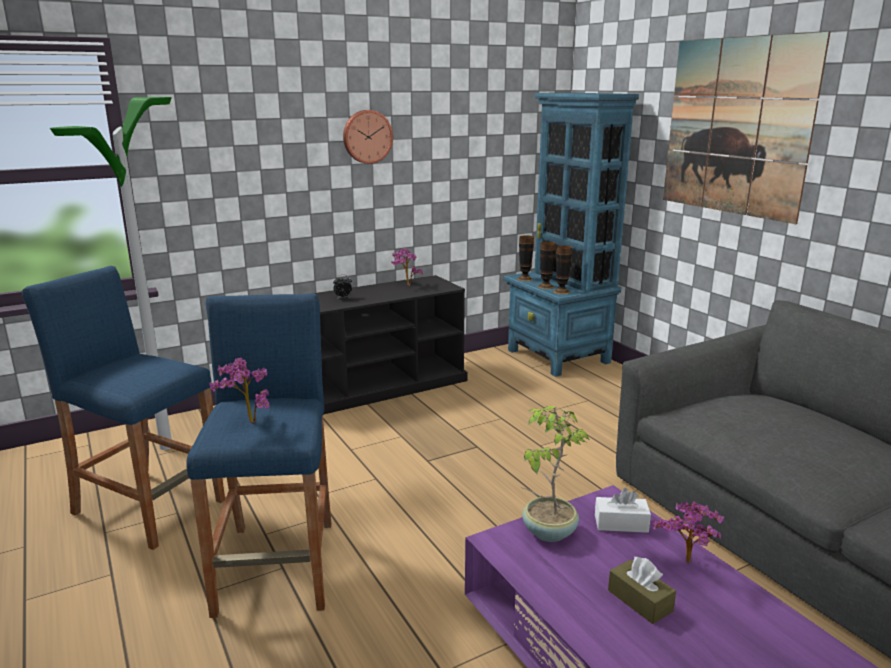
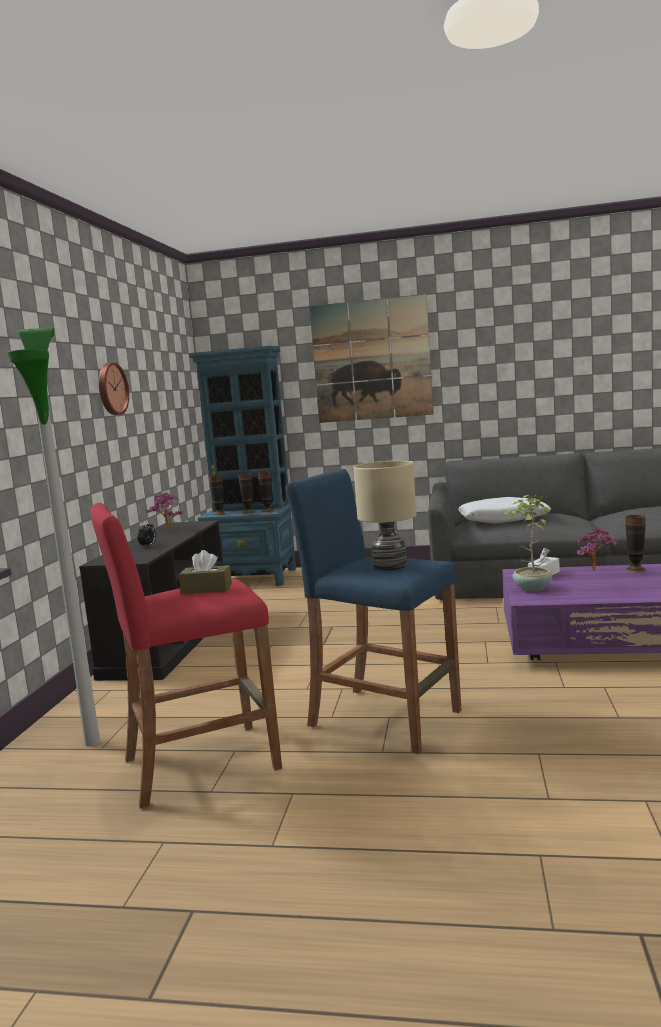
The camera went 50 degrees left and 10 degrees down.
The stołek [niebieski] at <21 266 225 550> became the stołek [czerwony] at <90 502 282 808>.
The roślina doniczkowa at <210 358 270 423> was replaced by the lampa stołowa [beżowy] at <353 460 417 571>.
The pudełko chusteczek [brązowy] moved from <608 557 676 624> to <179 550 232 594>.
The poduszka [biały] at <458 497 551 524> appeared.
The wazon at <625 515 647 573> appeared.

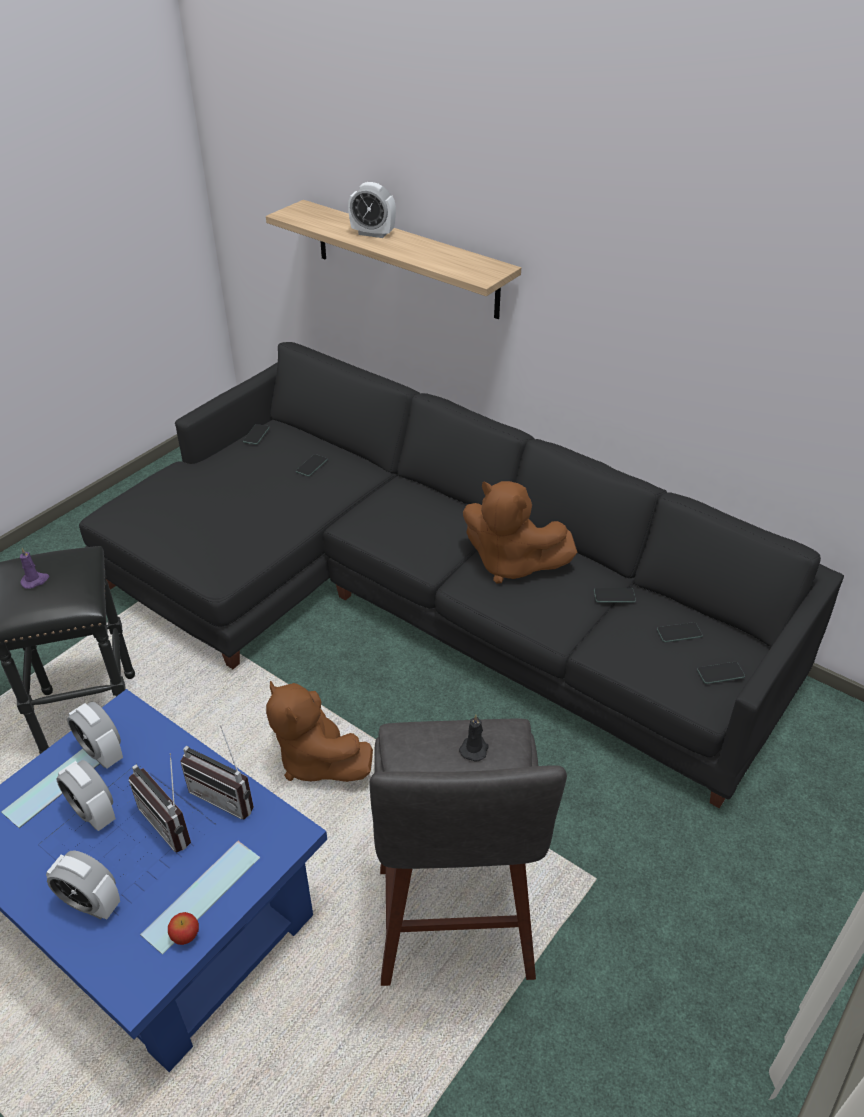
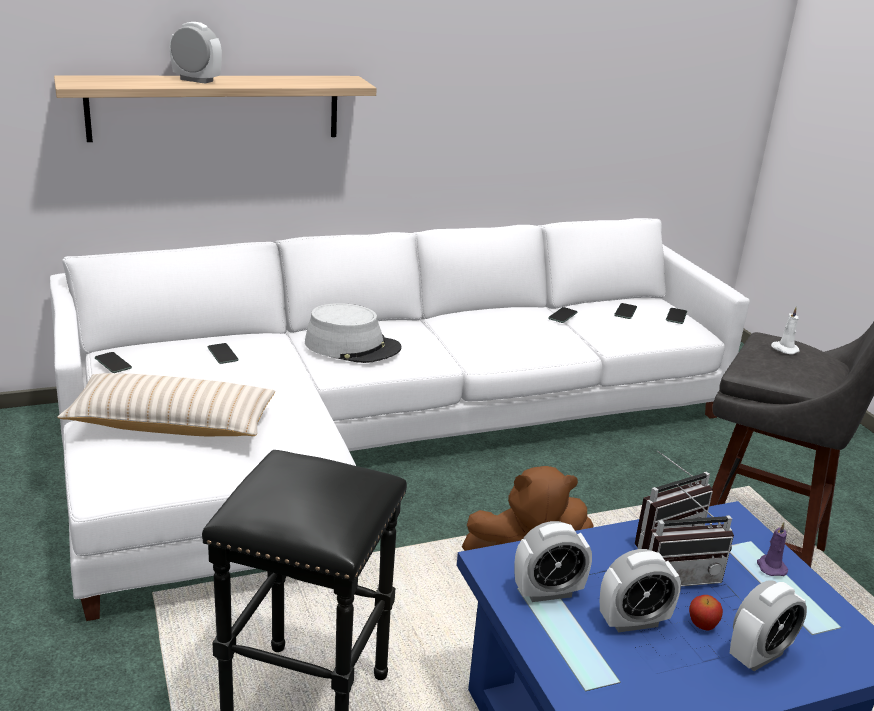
The camera went 60 degrees left and 15 degrees down.
The świeca [fioletowy] moved from <20 548 49 589> to <757 522 789 576>.
The kanapa [czarny] at <79 342 844 808> became the kanapa [biały] at <50 218 750 621>.
The jabłko moved from <168 912 199 945> to <689 595 723 631>.
The budzik at <348 182 396 238> turned 120 degrees counterclockwise.
The świeca [czarny] at <459 715 488 762> became the świeca [biały] at <771 307 799 354>.
The pluszak [brązowy] at <463 481 577 584> disappeared.
The poduszka [beżowy] at <57 373 275 436> appeared.
The kapelusz [szary] at <305 303 401 363> appeared.

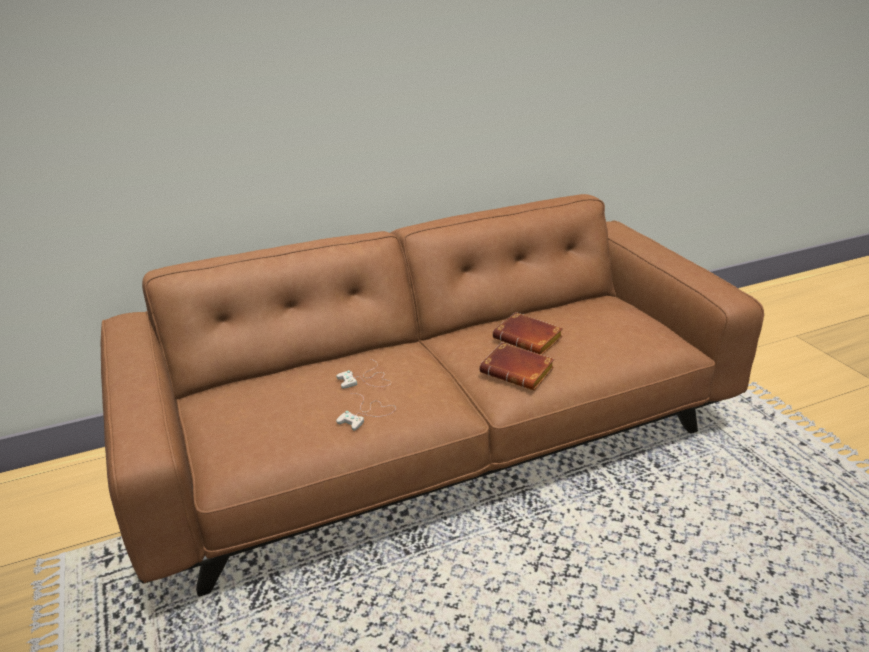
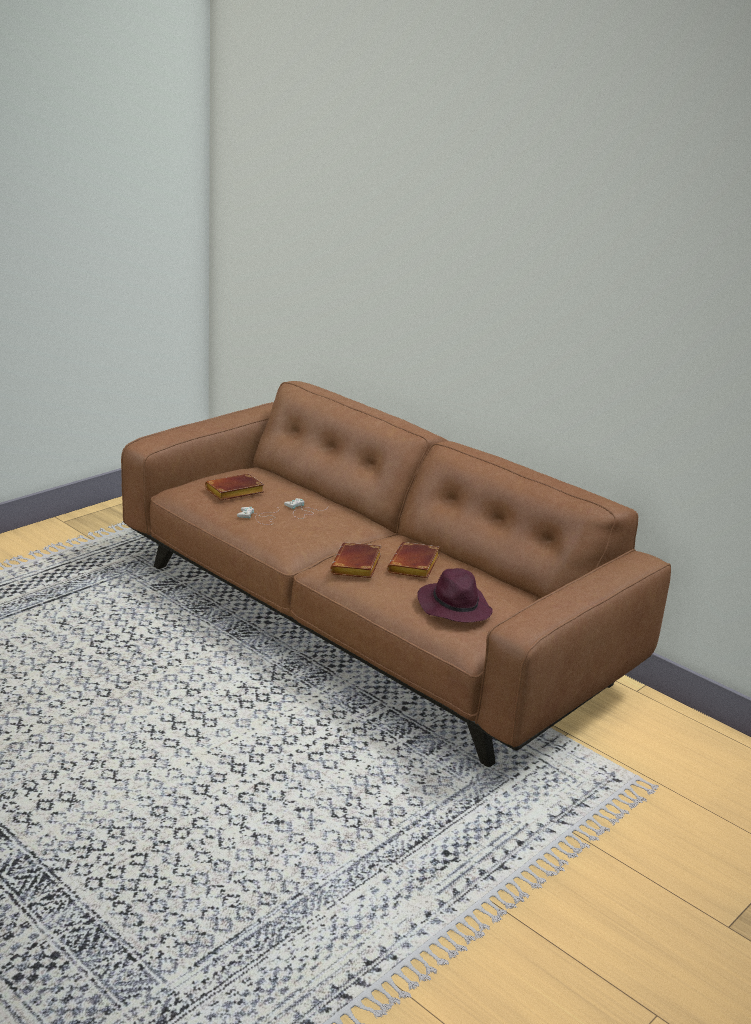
The camera went 65 degrees right and 5 degrees down.
The książka [brązowy] at <205 474 264 500> appeared.
The kapelusz [fioletowy] at <417 568 493 622> appeared.

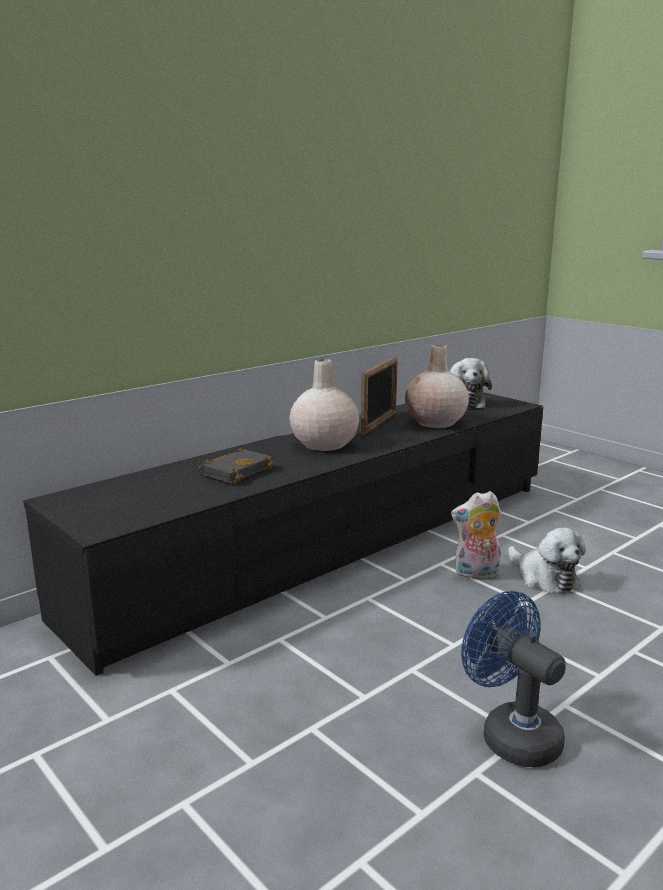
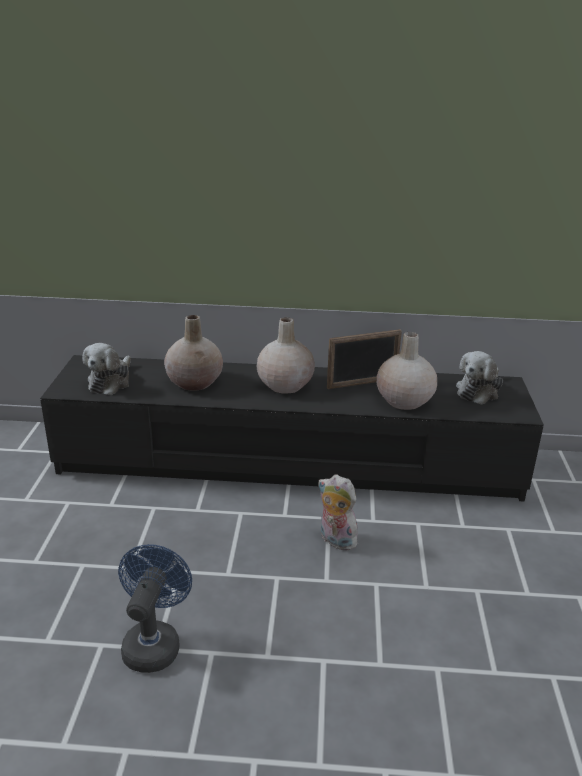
The camera went 45 degrees right and 10 degrees up.
The książka [czarny] at <199 448 276 484> was replaced by the wazon [beżowy] at <164 315 223 390>.
The pluszak moved from <508 528 586 594> to <83 343 131 395>.

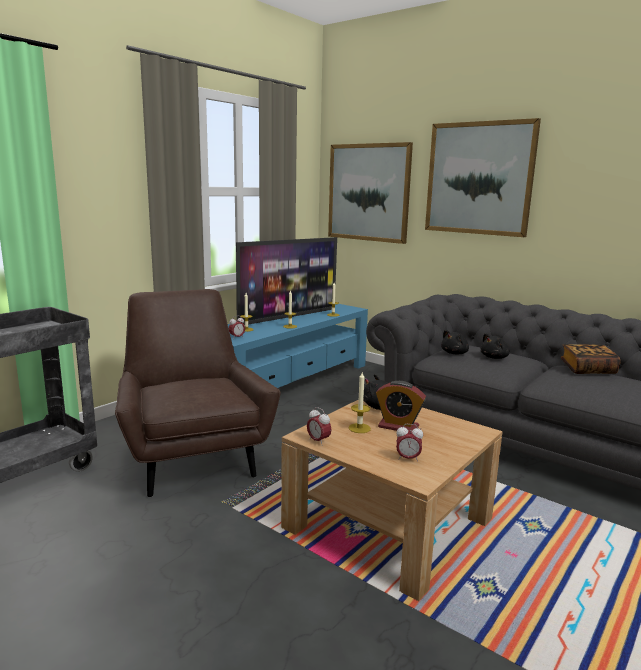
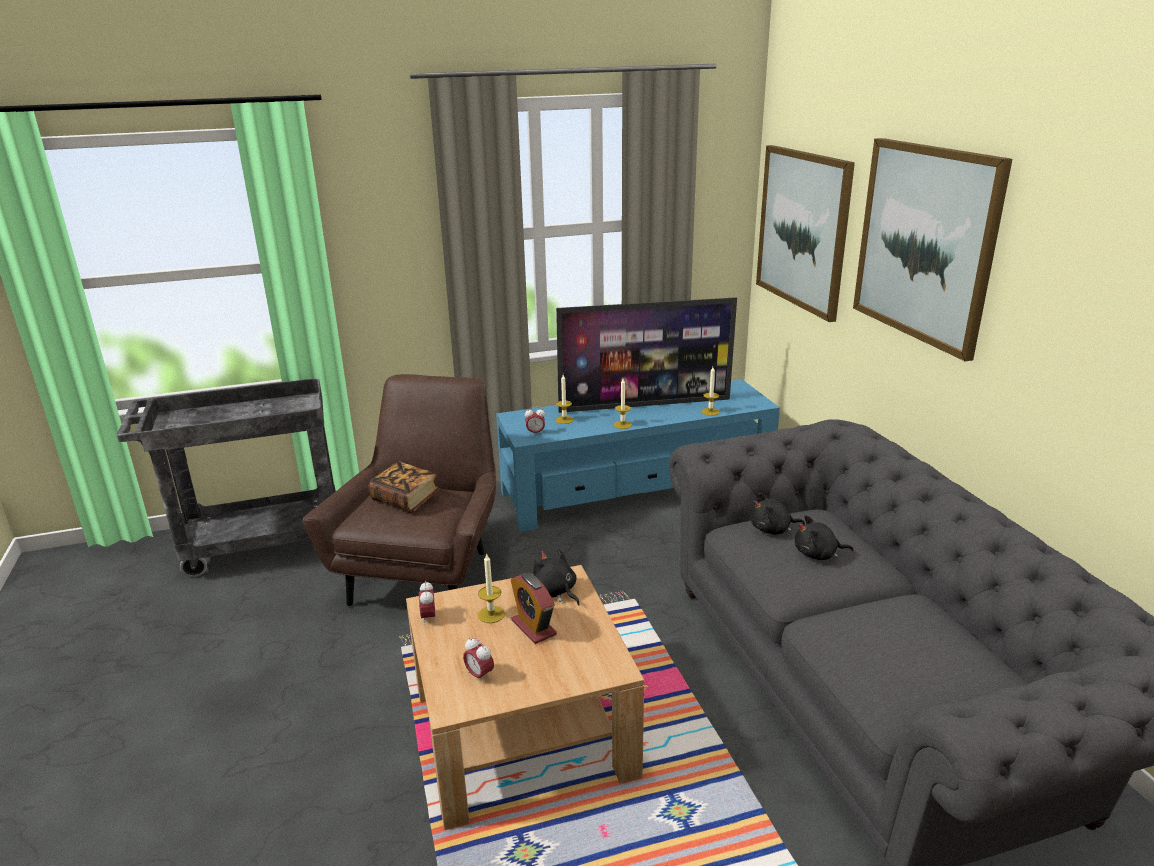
The camera went 35 degrees right and 10 degrees up.
The książka moved from <561 344 621 374> to <368 461 440 513>.

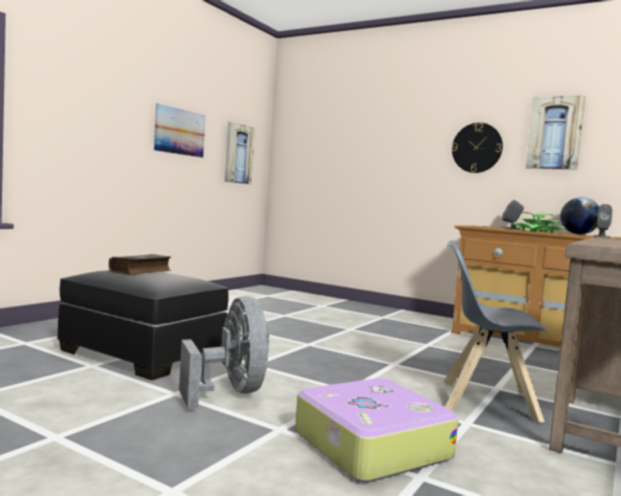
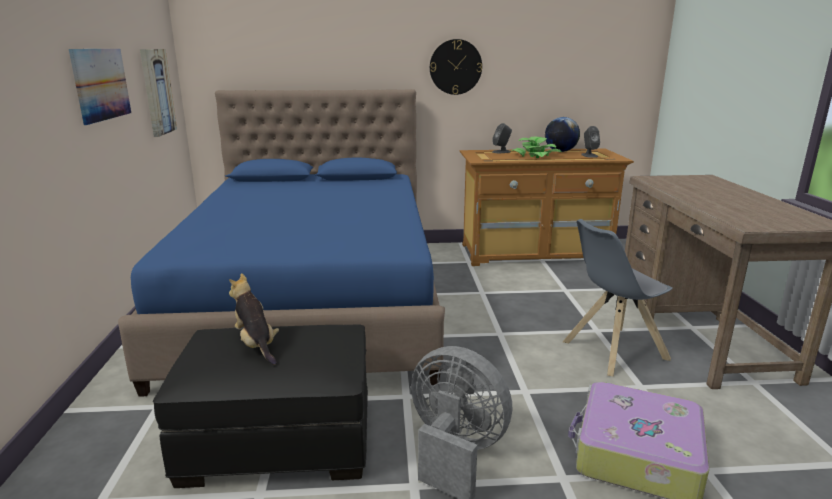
The camera went 35 degrees left and 15 degrees up.
The książka at <109 254 171 275> was replaced by the pluszak at <229 273 279 365>.
The obraz at <526 95 585 170> disappeared.
The łóżko [niebieski] at <118 89 445 397> appeared.

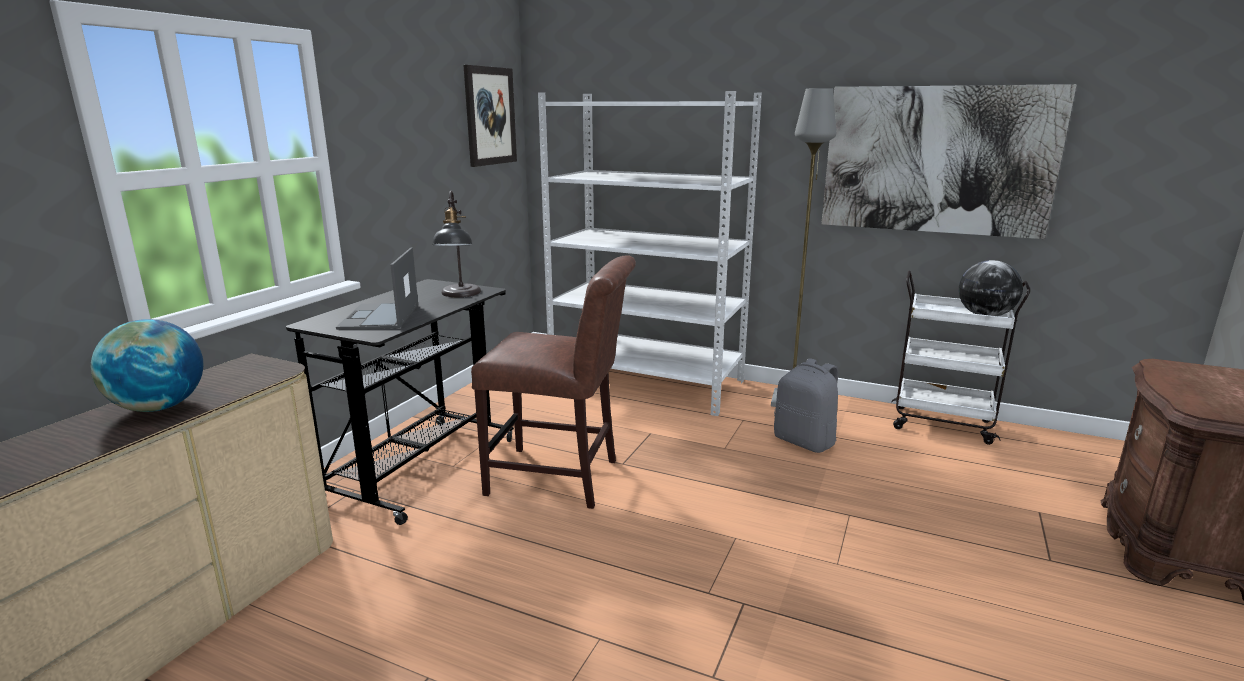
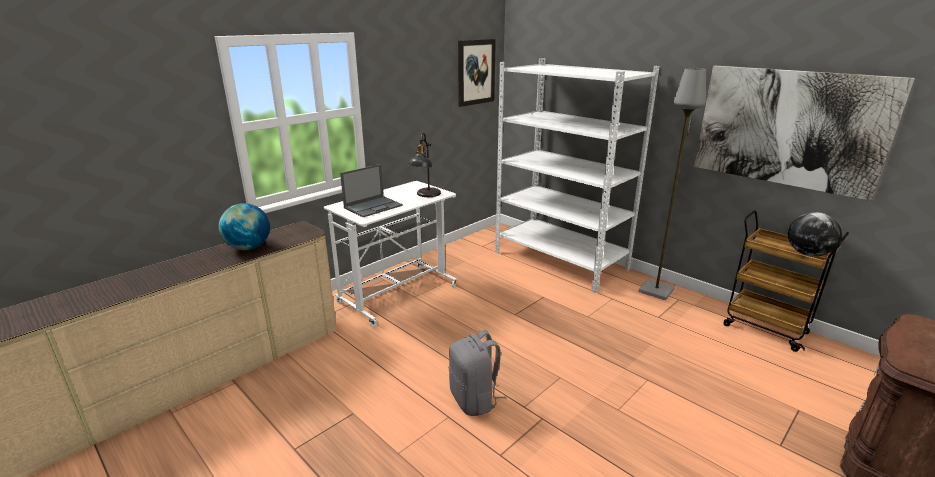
The camera went 20 degrees right and 5 degrees up.
The biurko [czarny] at <286 279 514 525> became the biurko [biały] at <324 181 457 327>.
The laptop at <336 247 418 330> turned 150 degrees counterclockwise.
The krzesło [brązowy] at <471 255 636 509> disappeared.
The plecak [szary] moved from <774 358 839 453> to <449 330 506 416>.
The wózek [biały] at <891 271 1030 445> became the wózek [brązowy] at <723 210 849 352>.

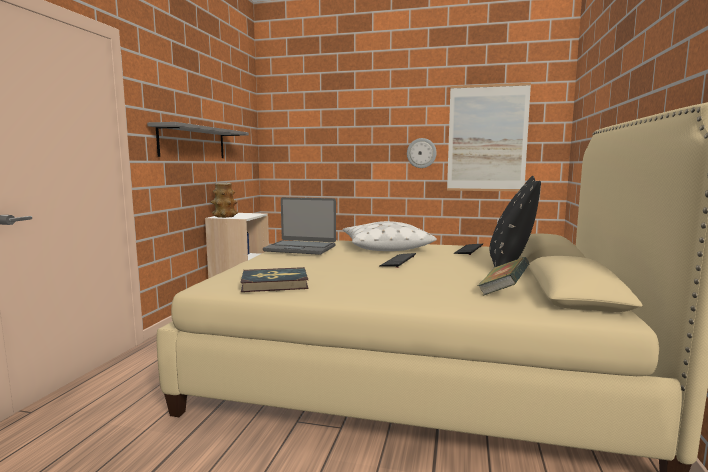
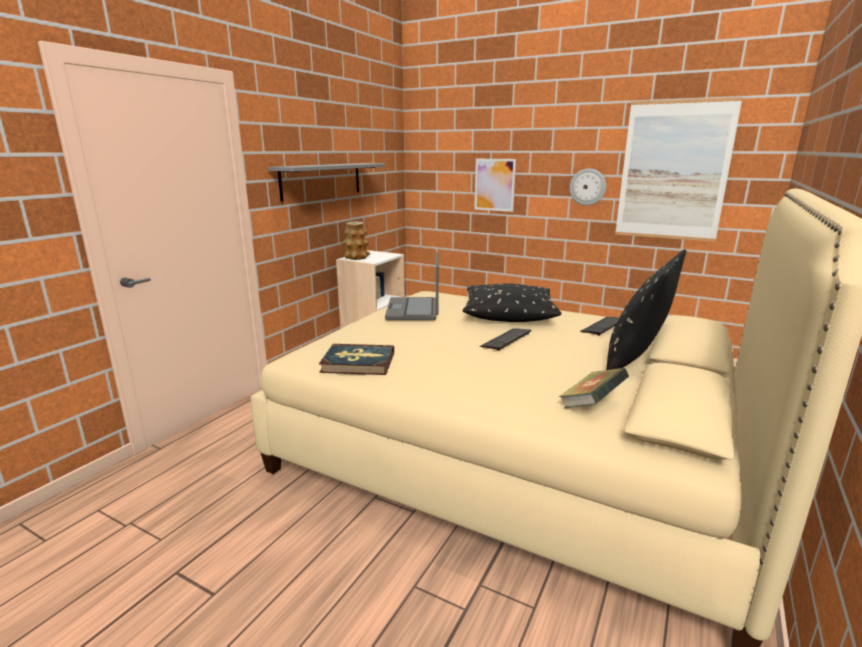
The camera went 15 degrees right and 10 degrees up.
The laptop at <263 197 336 255> turned 60 degrees clockwise.
The poduszka [biały] at <343 221 437 251> became the poduszka [czarny] at <462 283 561 322>.
The obraz at <474 159 516 212> appeared.

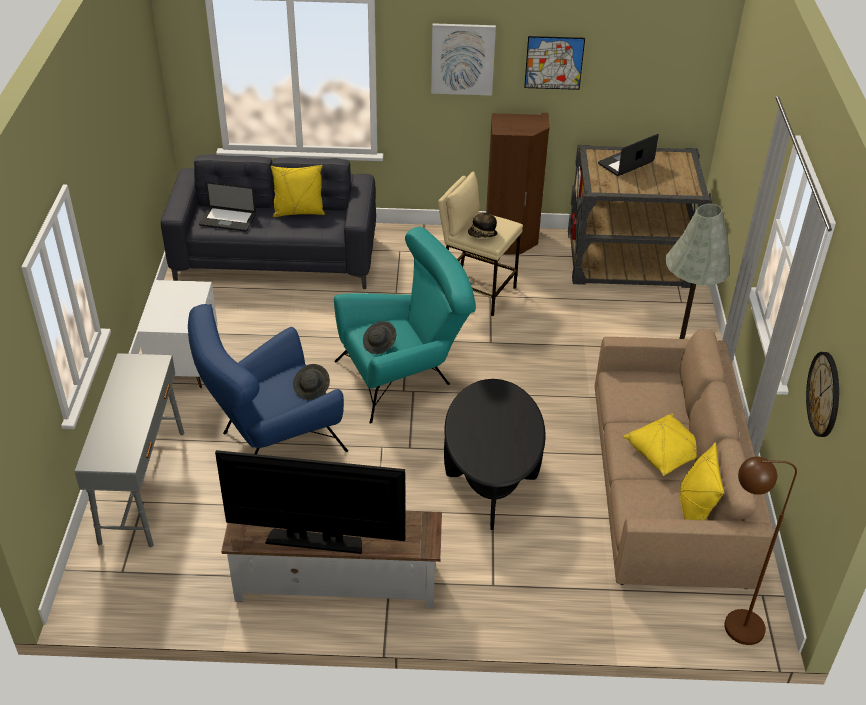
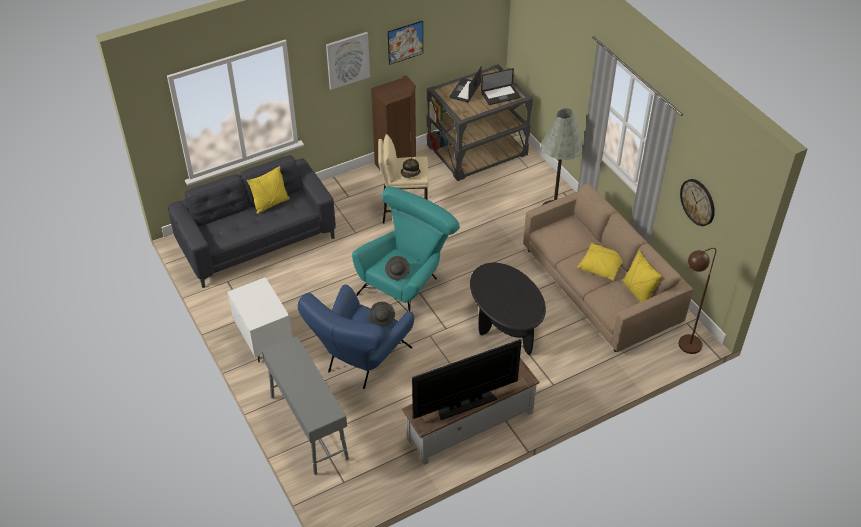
The camera went 30 degrees left and 5 degrees up.
The laptop moved from <199 182 256 232> to <481 68 520 105>.

